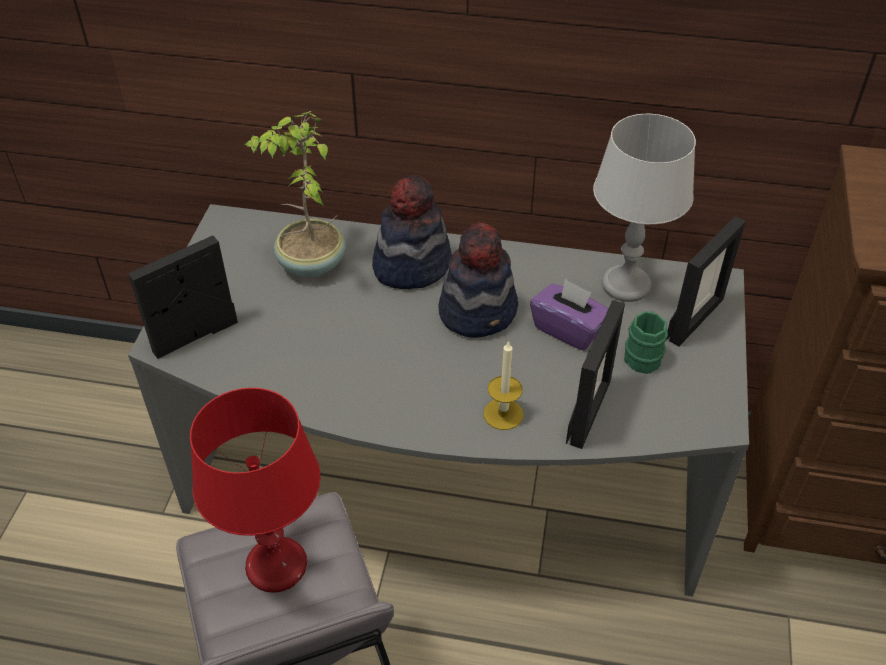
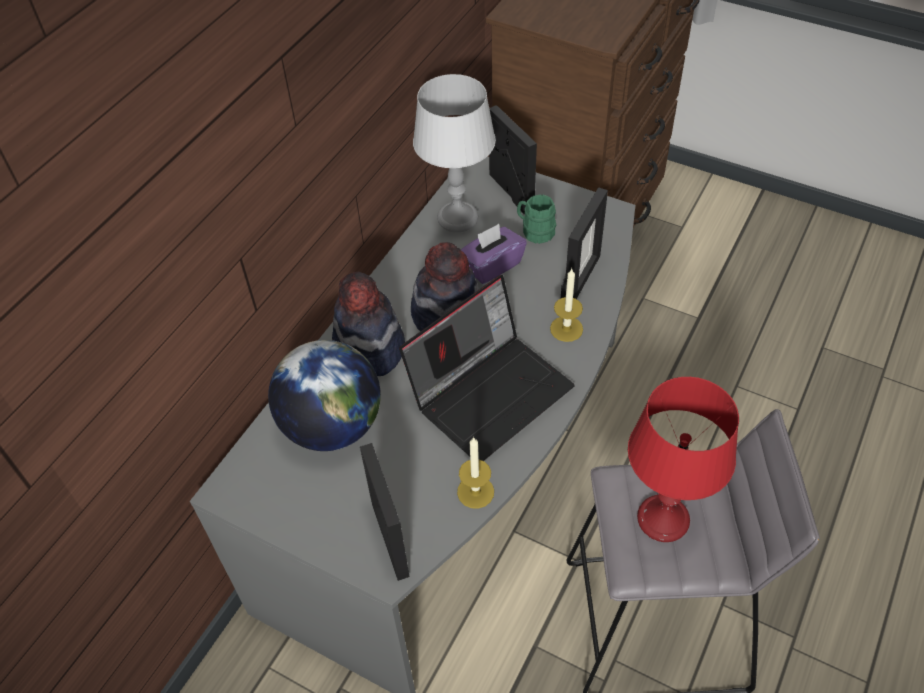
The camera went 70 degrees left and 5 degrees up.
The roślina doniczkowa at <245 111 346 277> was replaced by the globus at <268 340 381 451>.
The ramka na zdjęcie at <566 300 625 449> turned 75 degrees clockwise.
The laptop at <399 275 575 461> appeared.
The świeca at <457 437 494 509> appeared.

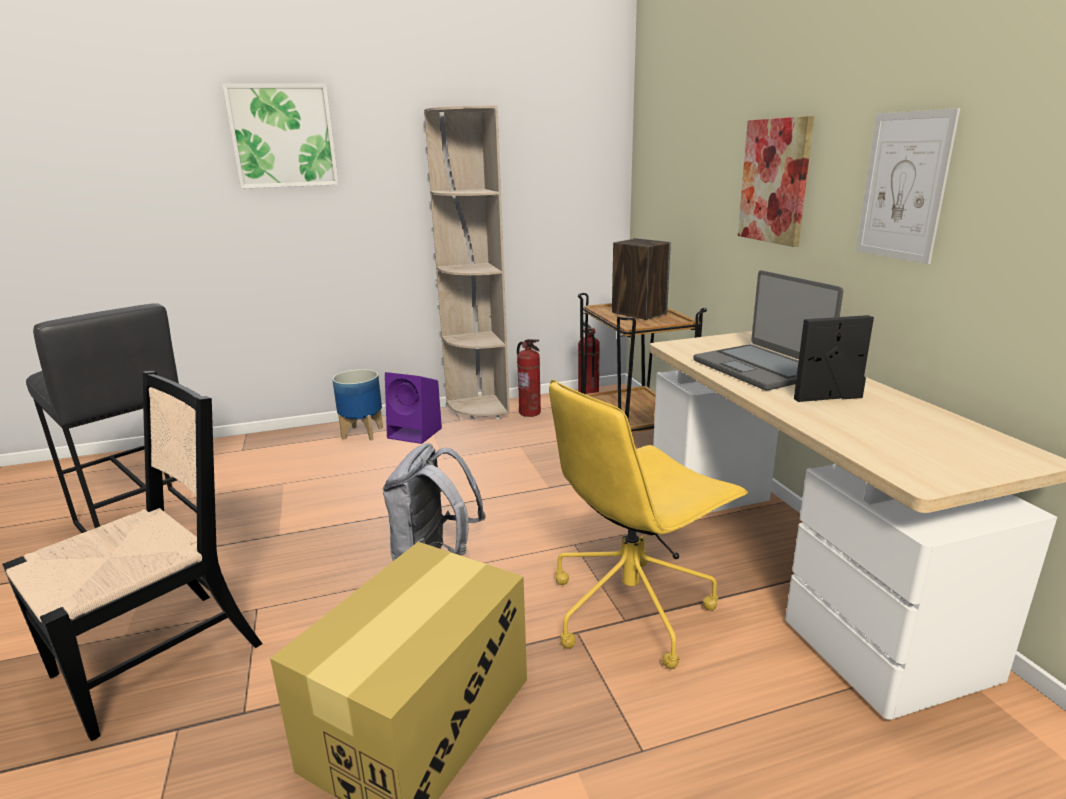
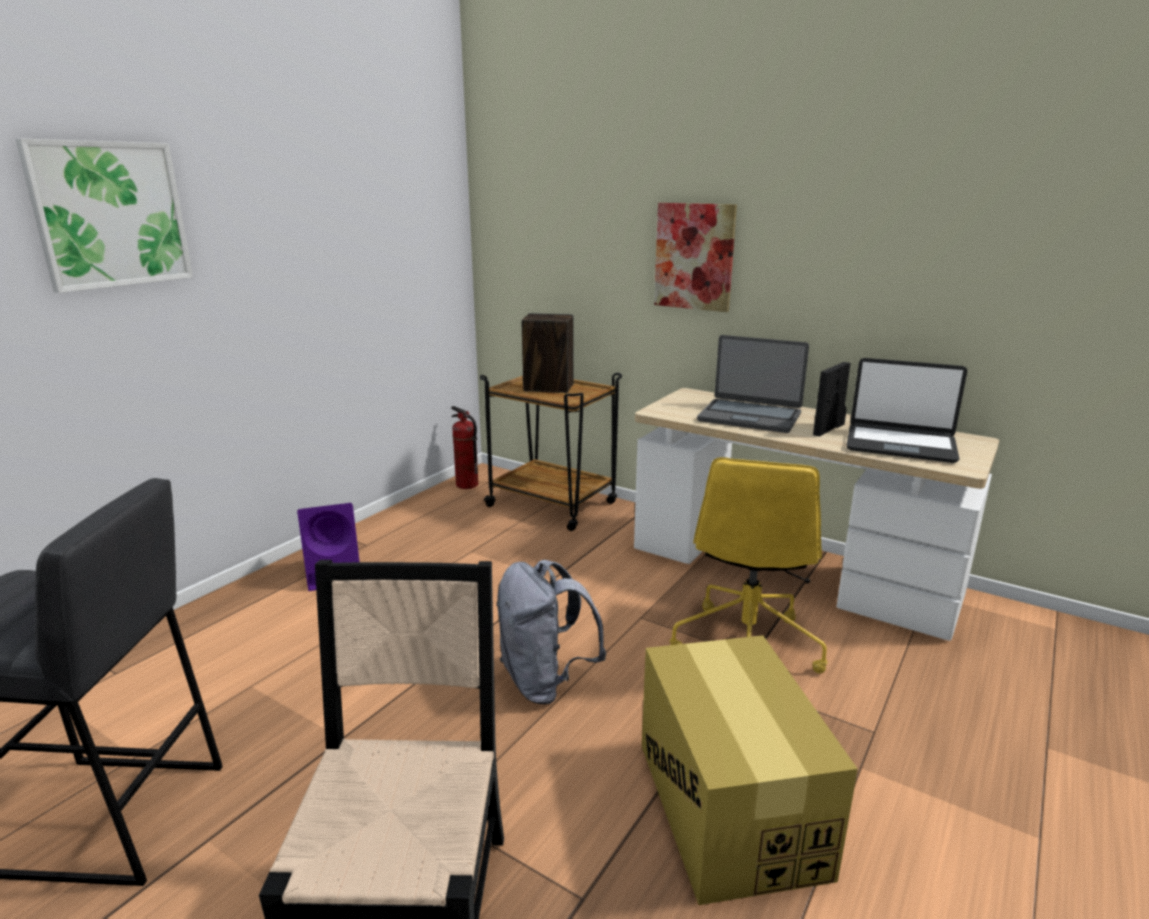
The camera went 40 degrees left and 0 degrees up.
The donica at <332 369 383 440> disappeared.
The regał [beżowy] at <424 106 510 420> disappeared.
The gaśnica at <517 339 541 417> disappeared.
The obraz at <856 108 960 264> disappeared.
The laptop at <846 358 967 463> appeared.

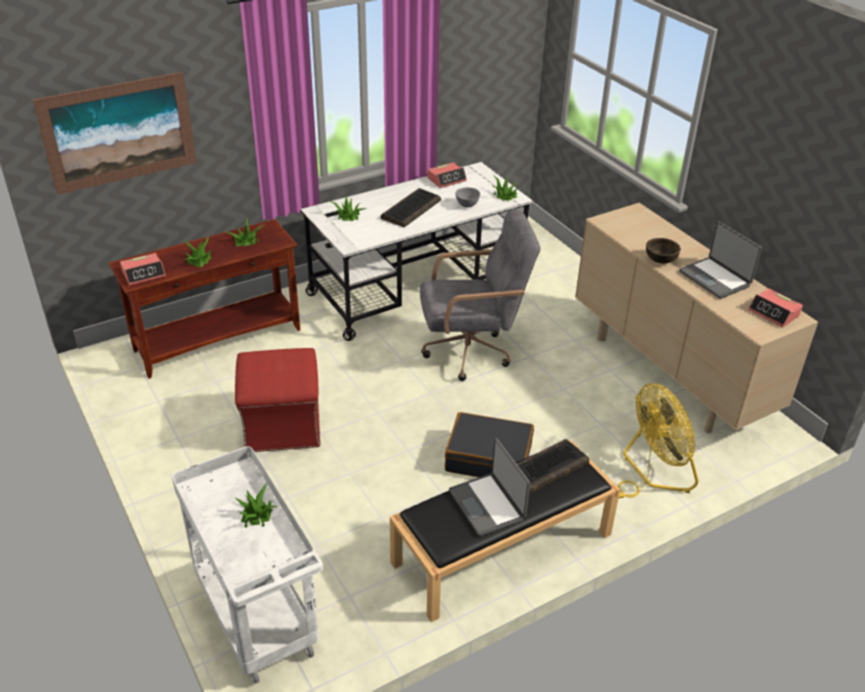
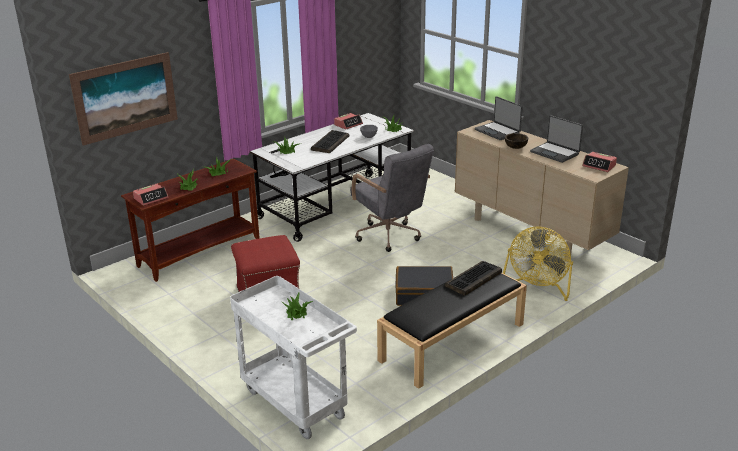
The camera went 10 degrees left and 10 degrees down.
The krzesło biurowe [szary] at <420 209 541 381> turned 75 degrees clockwise.
The laptop moved from <449 438 530 537> to <475 96 523 140>.
The wentylator [żółty] at <618 384 699 498> turned 150 degrees clockwise.

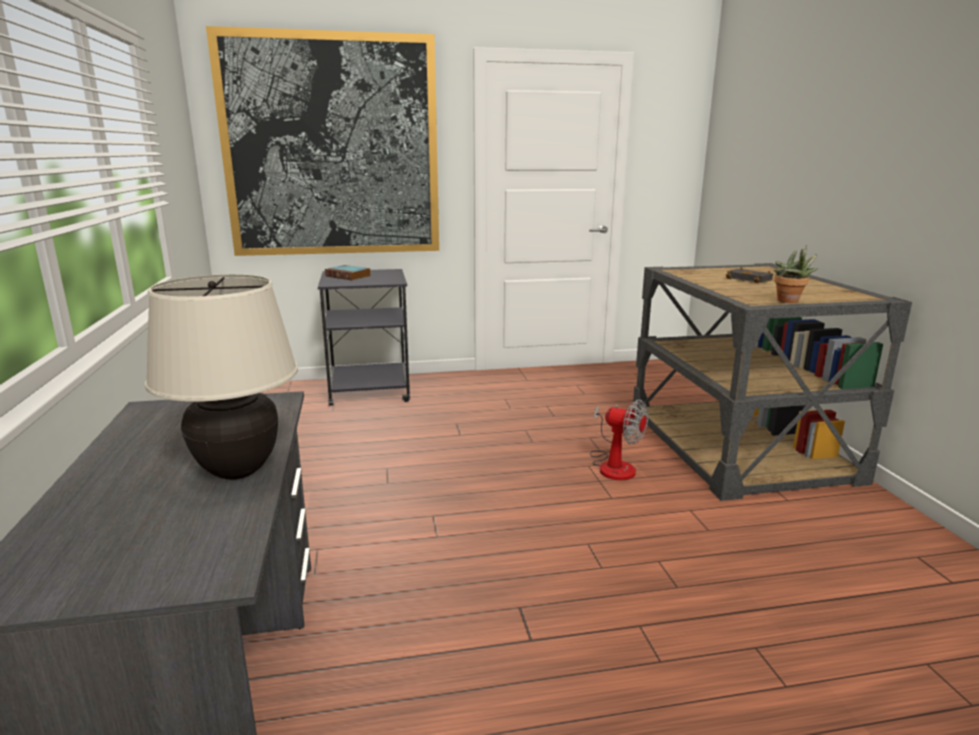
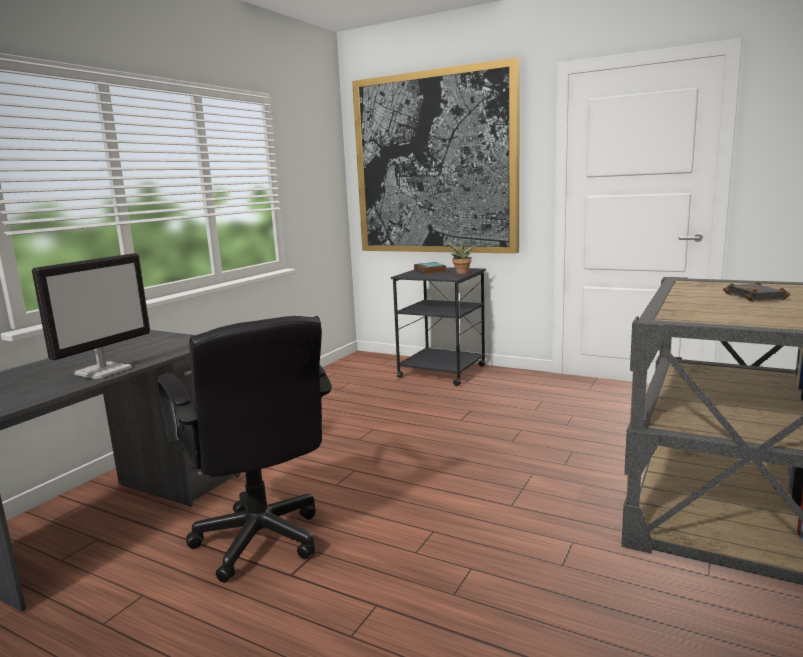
The camera went 40 degrees right and 5 degrees down.
The lampa stołowa [beżowy] at <145 274 298 480> was replaced by the monitor at <32 253 150 379>.
The wentylator at <590 399 648 480> disappeared.
The roślina doniczkowa moved from <774 245 818 303> to <444 239 475 274>.
The krzesło biurowe [czarny] at <158 316 331 583> appeared.

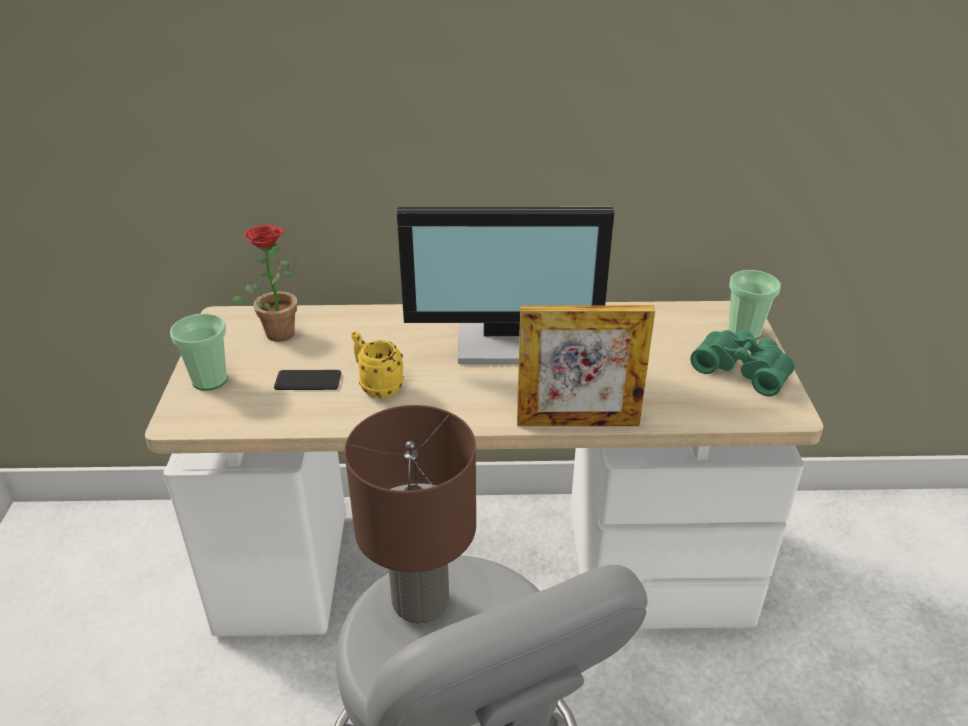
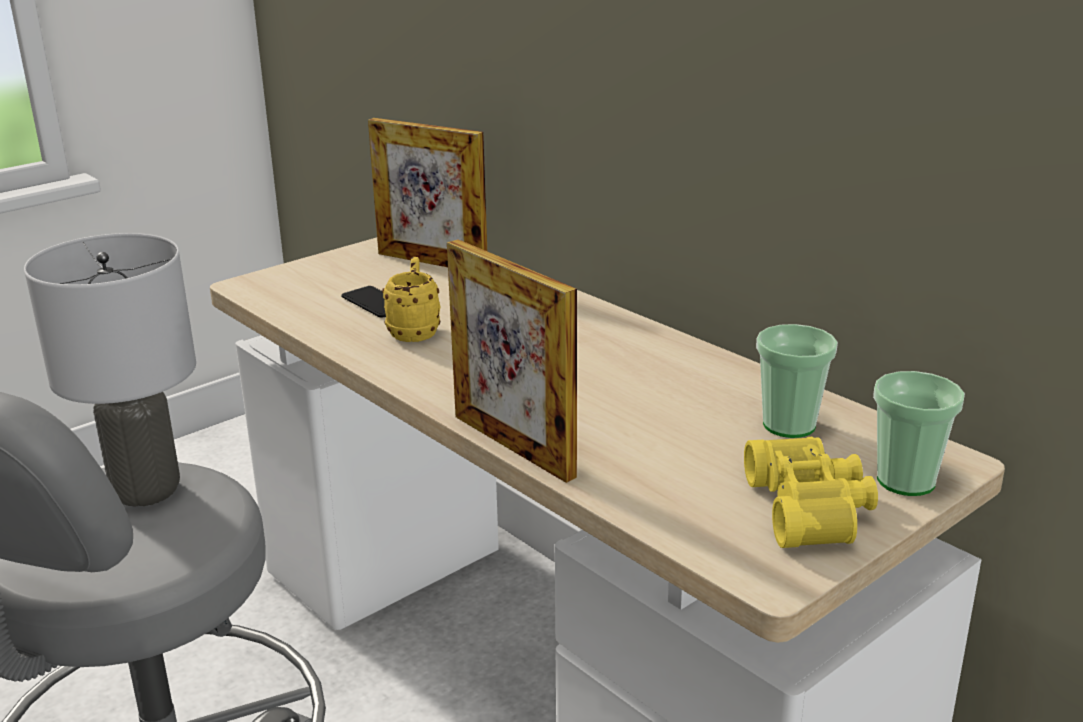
The camera went 50 degrees right and 10 degrees down.
The filiżanka moved from <170 313 228 391> to <756 324 838 438>.
The roślina doniczkowa at <232 225 297 342> was replaced by the ramka na zdjęcie at <368 118 487 267>.
The lampa stołowa [brązowy] at <344 405 476 624> became the lampa stołowa [biały] at <24 233 196 507>.
The monitor at <397 207 614 364> disappeared.
The lornetka [zielony] at <690 330 794 396> became the lornetka [żółty] at <744 437 878 548>.

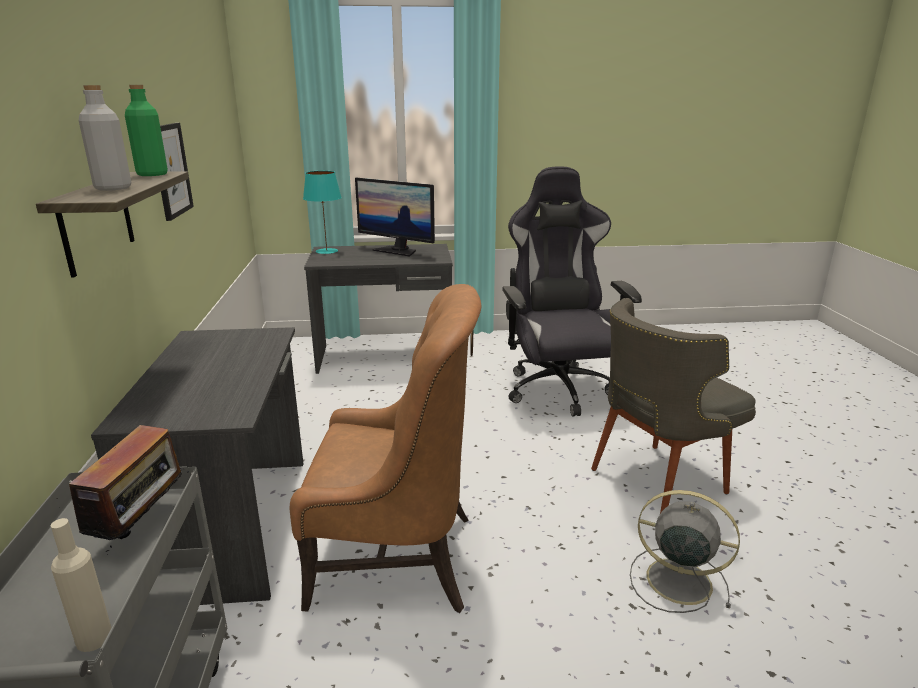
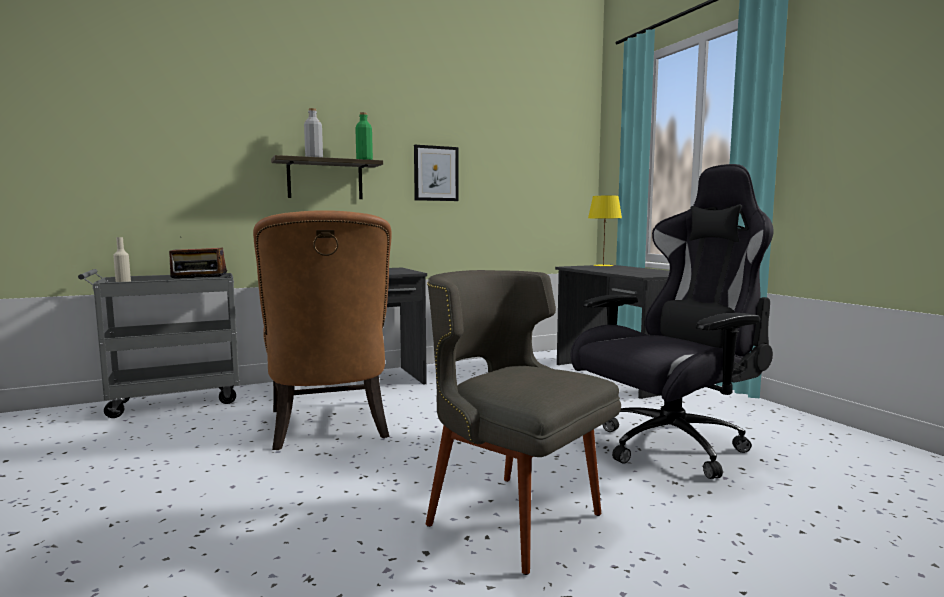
The camera went 70 degrees right and 15 degrees down.
The lampa stołowa [turkusowy] at <303 171 342 254> became the lampa stołowa [żółty] at <588 196 622 266>.
The monitor at <355 178 435 257> disappeared.
The wentylator [szary] at <630 490 740 613> disappeared.

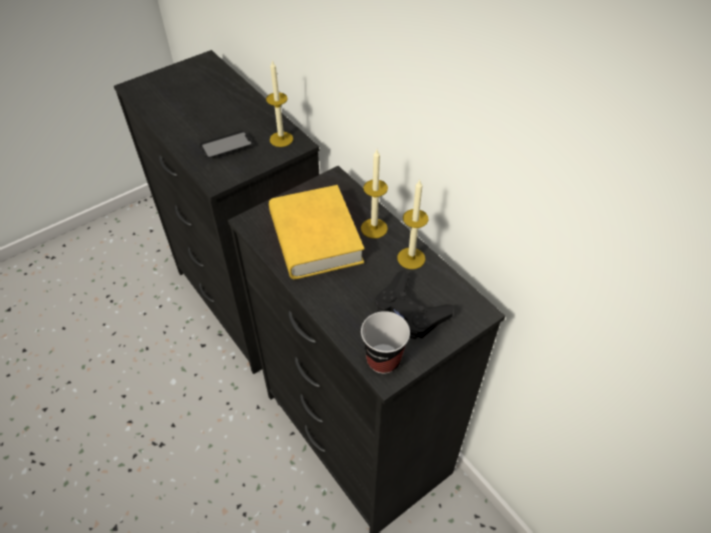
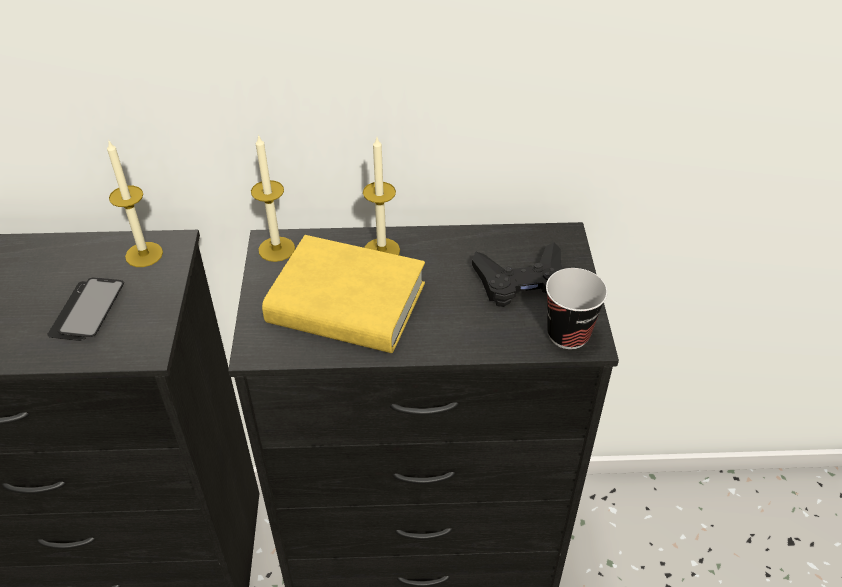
The camera went 55 degrees left and 5 degrees down.
The świeca moved from <397 180 429 269> to <251 134 295 262>.

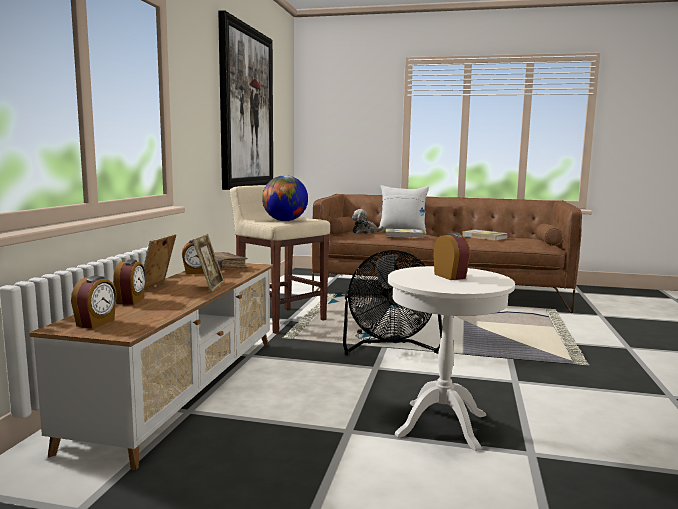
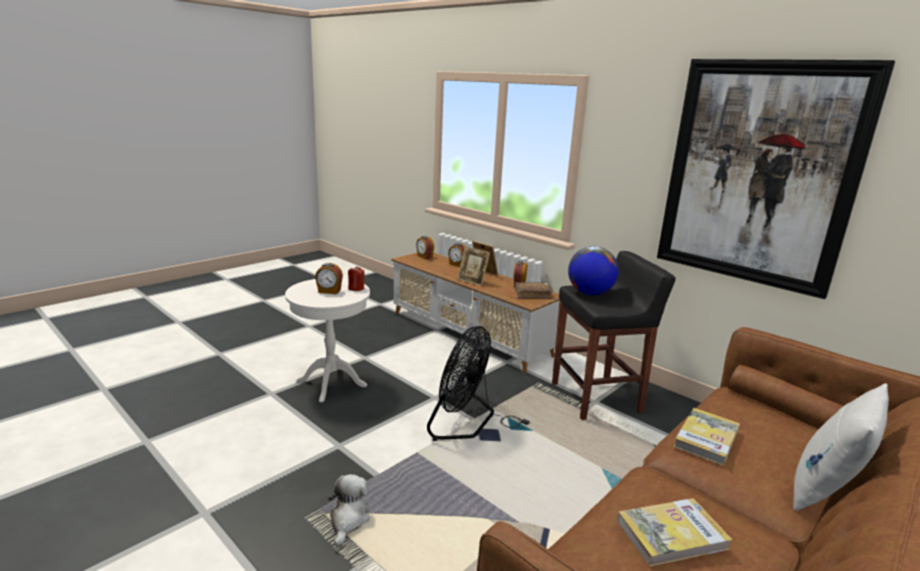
The camera went 120 degrees right and 10 degrees up.
The stołek [beżowy] at <230 185 330 334> became the stołek [czarny] at <552 251 676 420>.
The pluszak moved from <352 209 384 234> to <328 474 370 547>.
The świeca [czerwony] at <348 266 365 291> appeared.

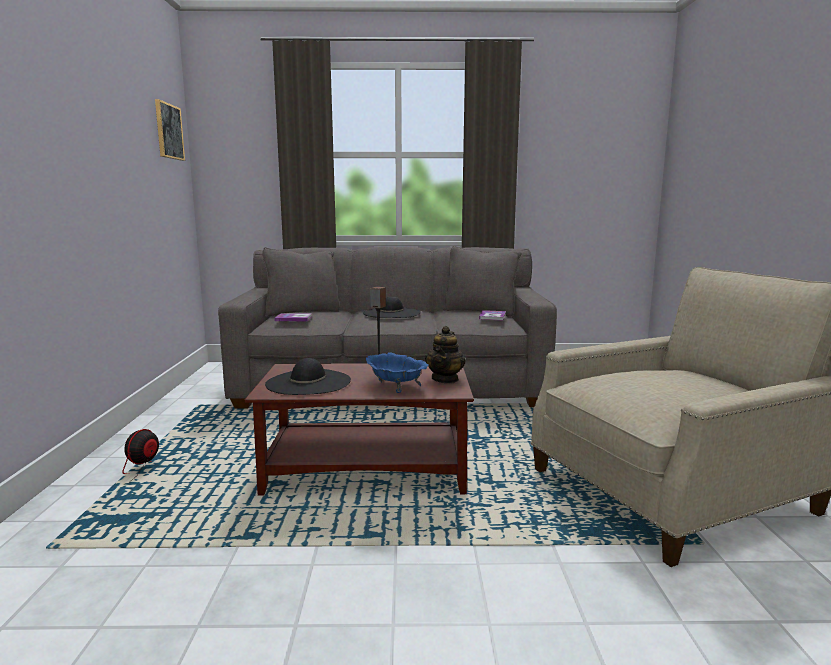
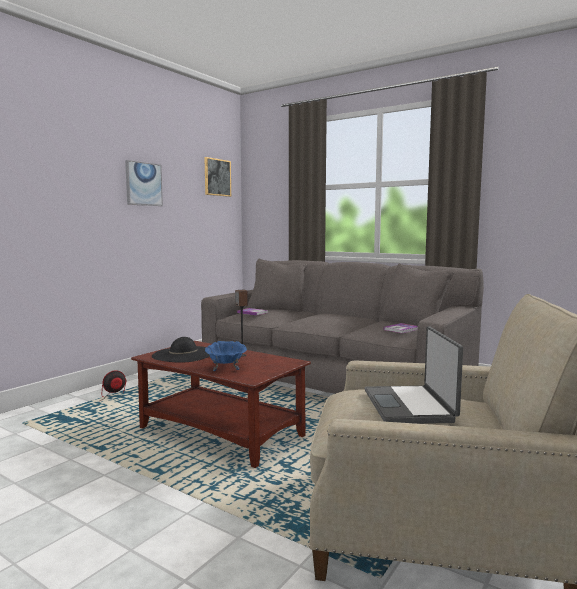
The camera went 35 degrees right and 5 degrees down.
The kapelusz [czarny] at <363 296 421 318> disappeared.
The imbryk at <425 326 466 383> disappeared.
The obraz at <125 160 163 206> appeared.
The laptop at <364 326 463 424> appeared.

